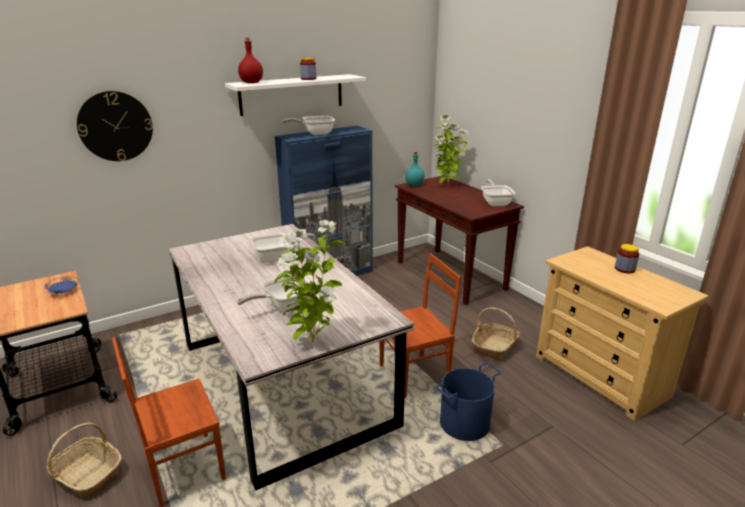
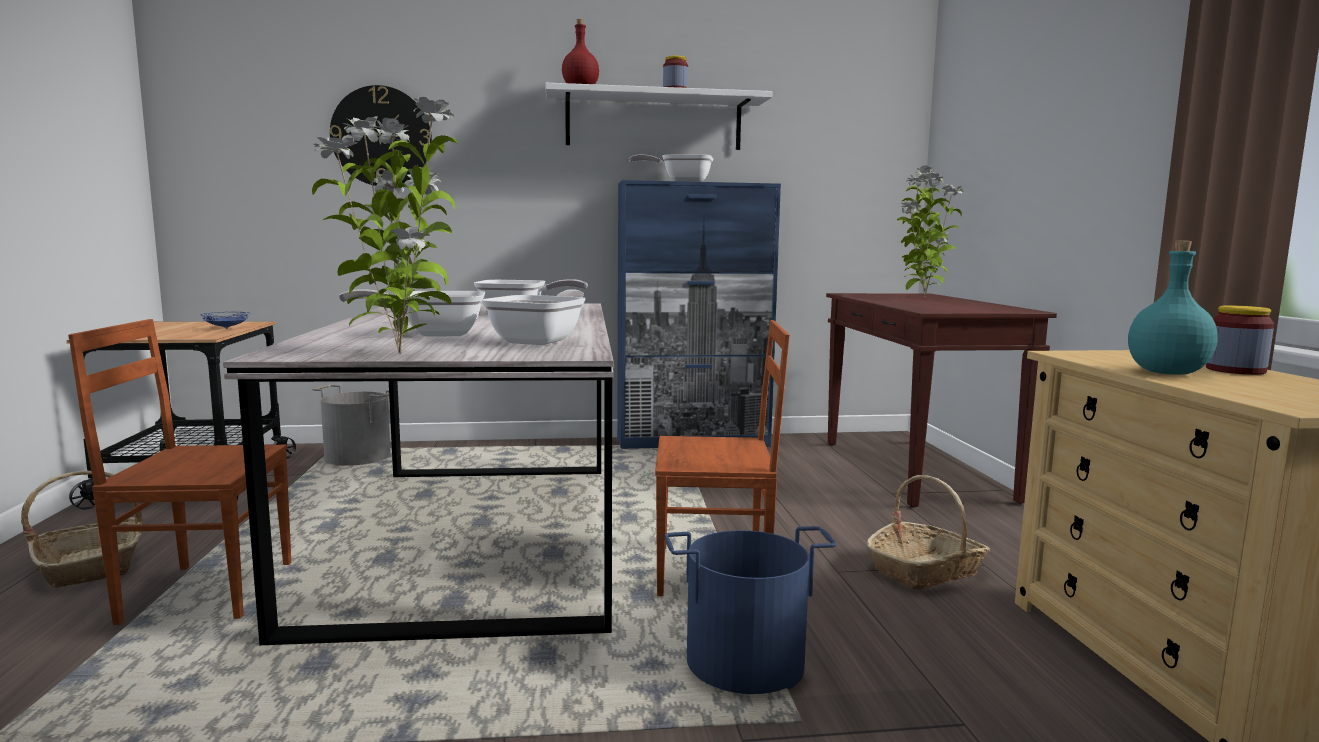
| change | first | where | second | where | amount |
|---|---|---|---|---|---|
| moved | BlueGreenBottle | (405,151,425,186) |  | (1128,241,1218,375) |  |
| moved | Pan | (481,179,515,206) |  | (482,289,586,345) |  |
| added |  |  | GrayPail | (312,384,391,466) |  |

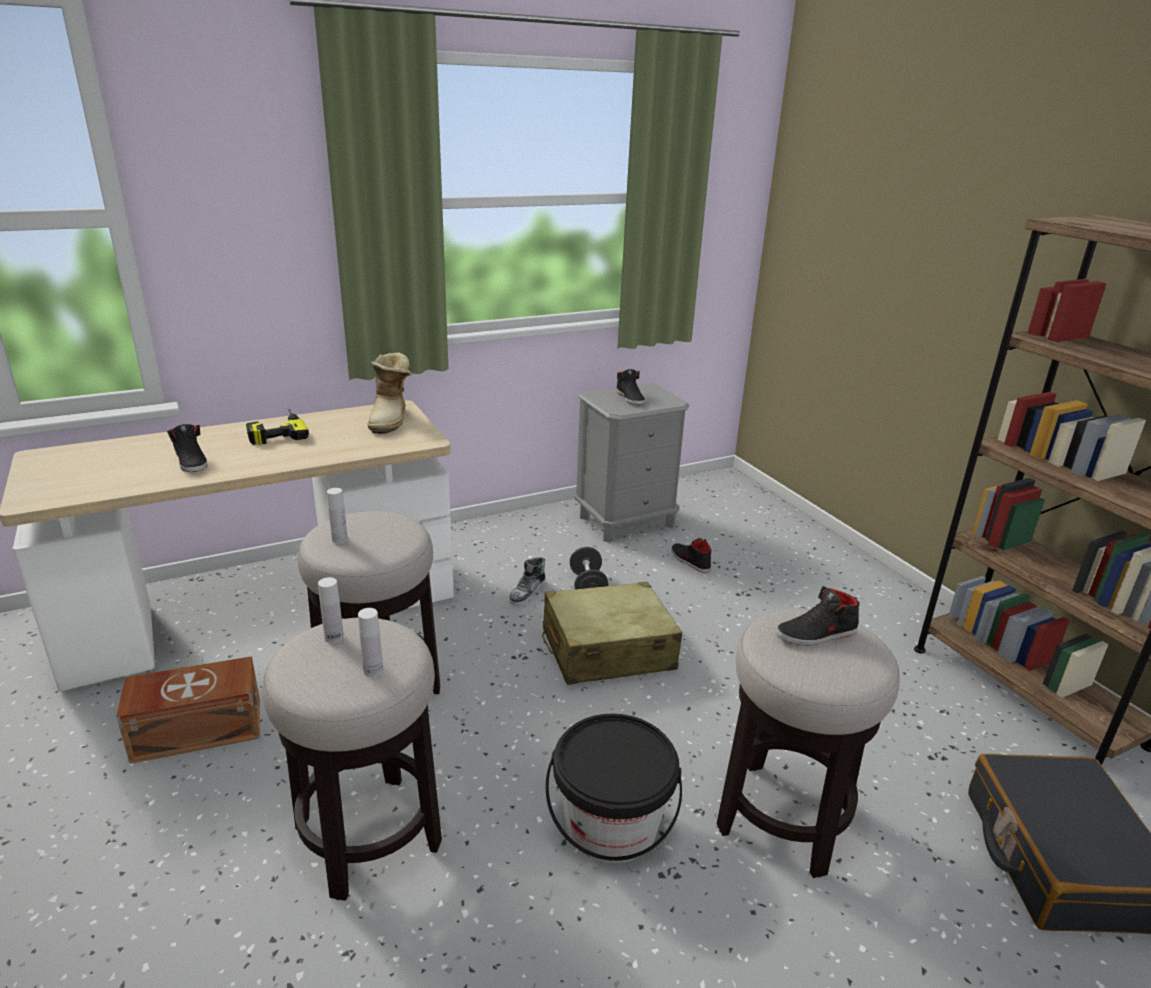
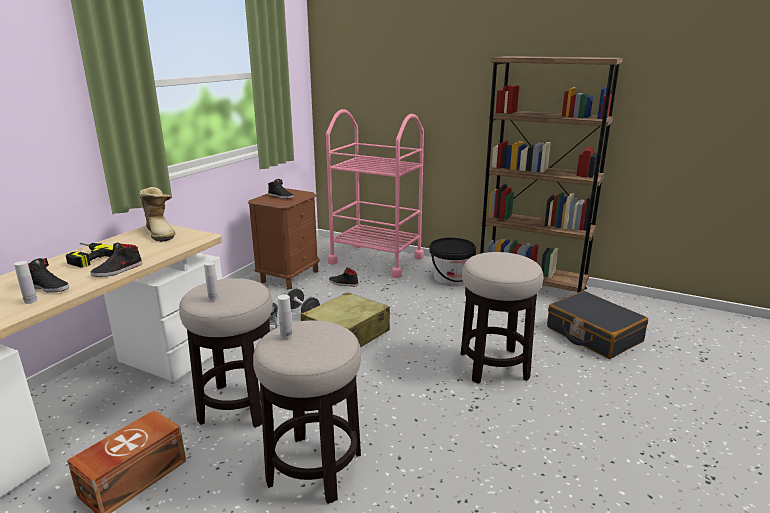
| change | first | where | second | where | amount |
|---|---|---|---|---|---|
| moved | WhiteColouredBottle | (358,608,383,677) |  | (14,261,37,304) |  |
| moved | BlackColouredPail | (546,714,682,863) |  | (429,238,476,285) |  |
| recoloured | GrayNightTable | (574,383,689,543) | BrownColouredNightTable | (248,188,320,289) |  |
| moved | BlackColouredLowShoe | (776,586,860,646) |  | (90,243,142,277) |  |
| added |  |  | PinkishTrolley | (326,109,424,278) |  |

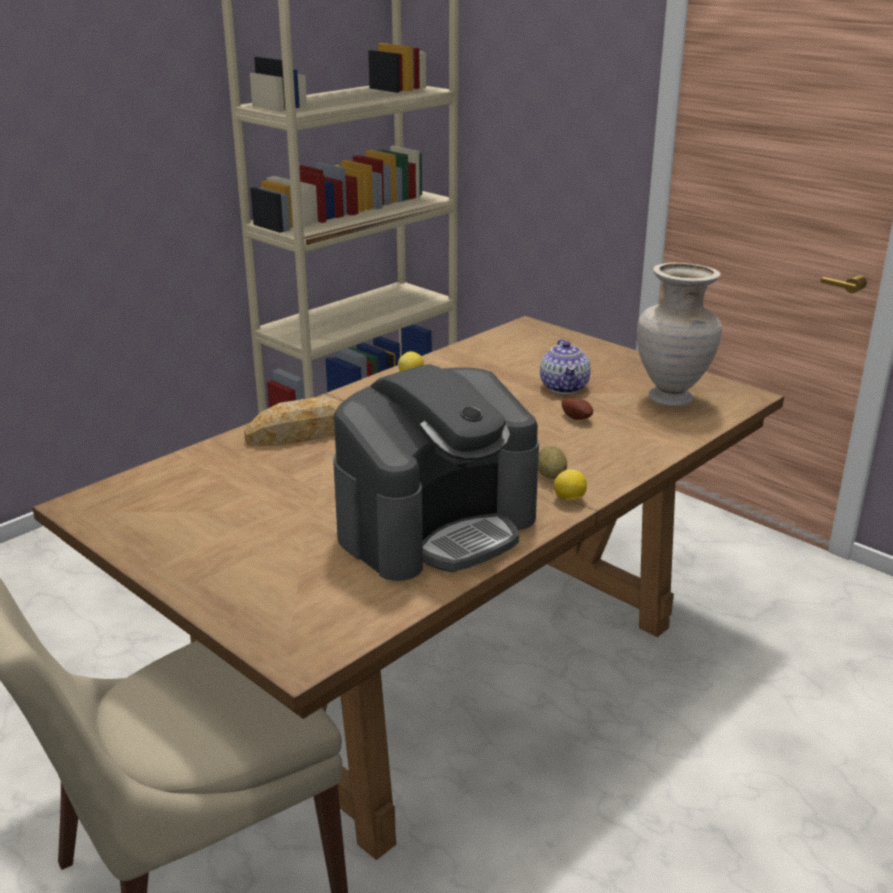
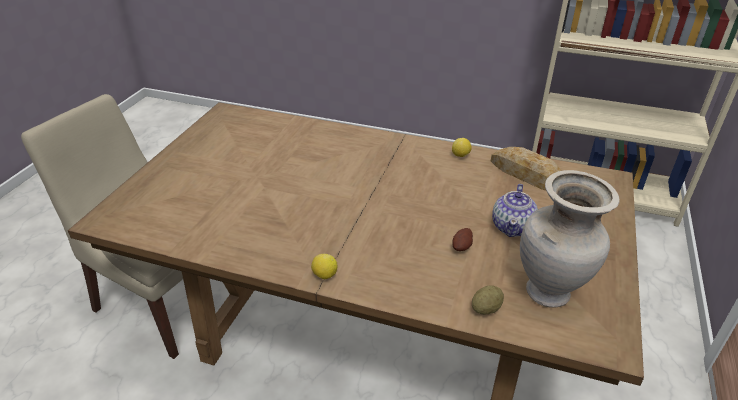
| change | first | where | second | where | amount |
|---|---|---|---|---|---|
| moved | Bread | (244,396,342,446) |  | (491,147,562,191) |  |
| removed | CoffeeMachine | (333,364,539,581) |  |  |  |
| moved | WholePotato | (538,446,567,479) |  | (472,285,504,315) |  |
| turned | Teapot | (540,339,591,394) |  | (492,184,538,237) | 45 degrees counterclockwise |

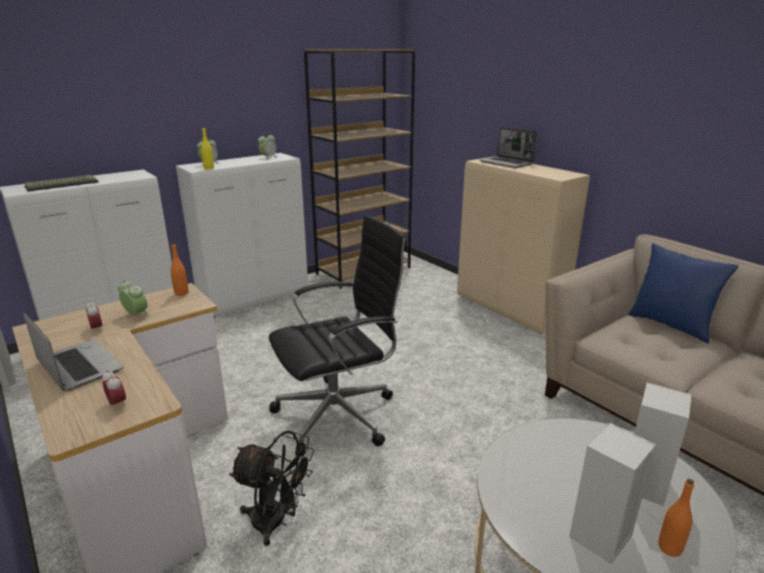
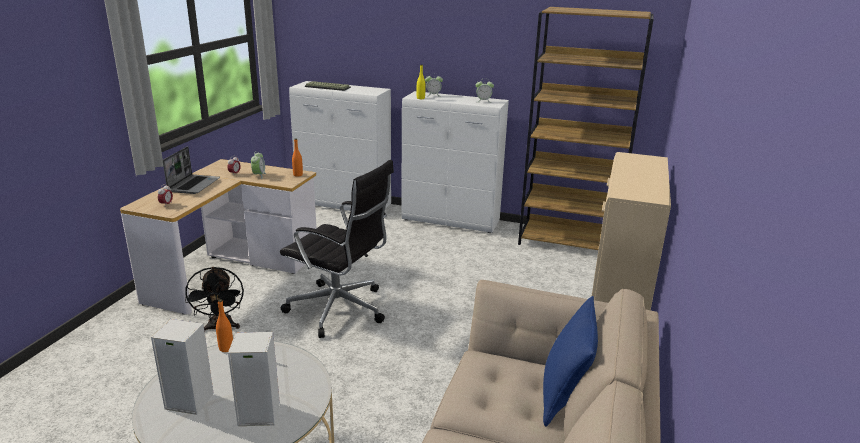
| change | first | where | second | where | amount |
|---|---|---|---|---|---|
| removed | PortableComputer | (479,127,537,168) |  |  |  |
| moved | OrangeBottle | (658,479,694,557) |  | (216,299,233,352) |  |

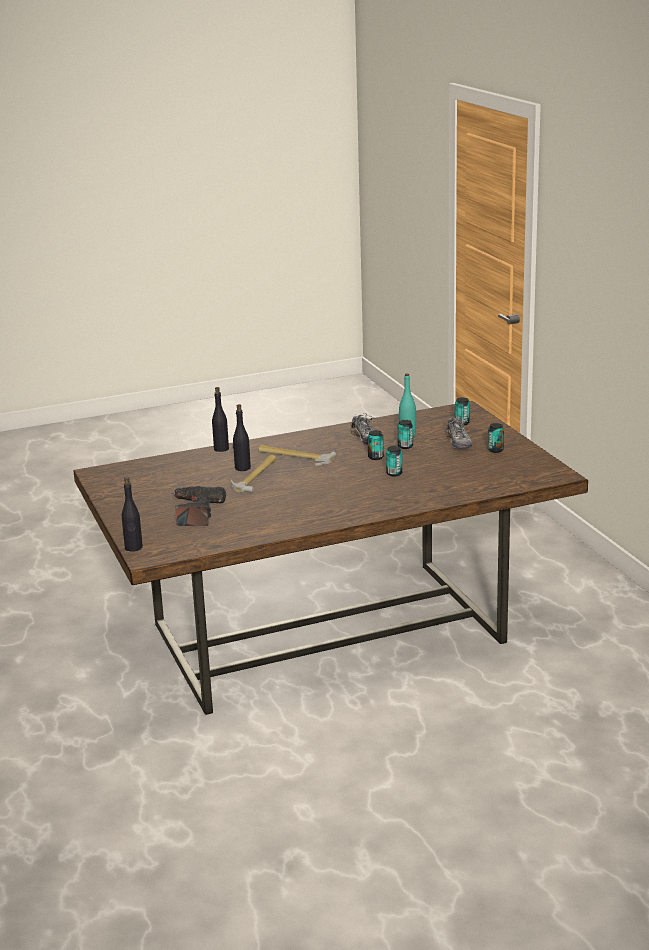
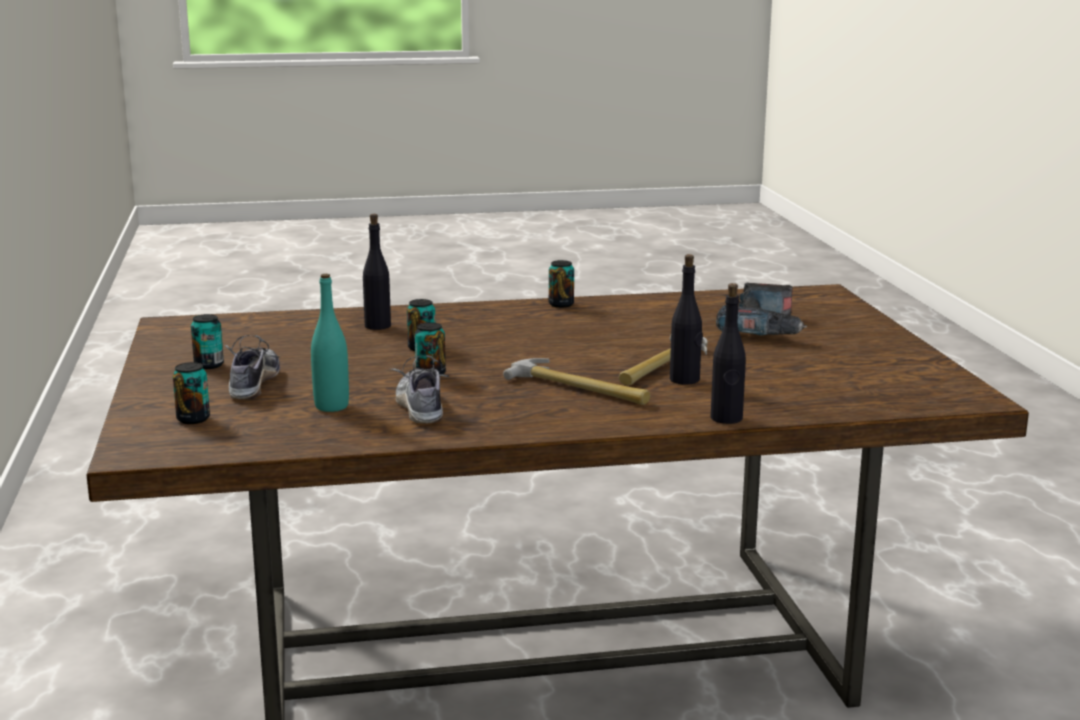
| change | first | where | second | where | amount |
|---|---|---|---|---|---|
| moved | BlackColouredBottle | (122,477,143,551) |  | (363,214,391,330) |  |
| moved | Can | (397,420,413,449) |  | (549,260,574,308) |  |

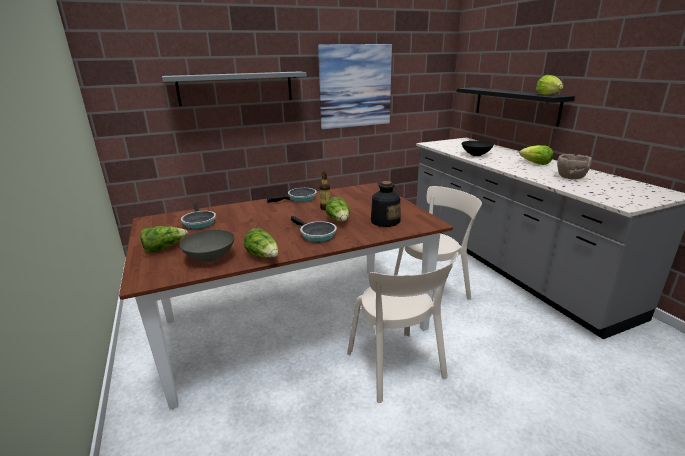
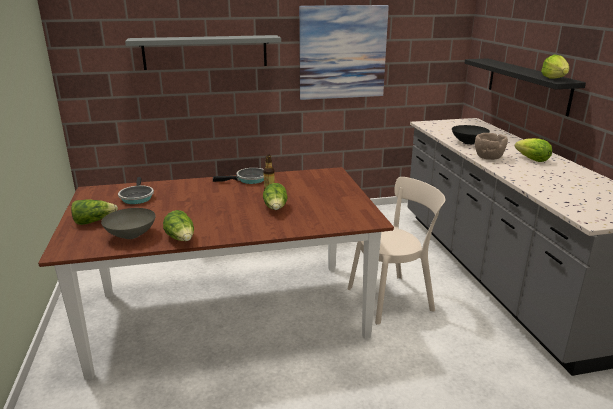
| change | first | where | second | where | amount |
|---|---|---|---|---|---|
| removed | Pan | (291,216,337,242) |  |  |  |
| removed | BeigeColouredChair | (347,252,459,403) |  |  |  |
| removed | Bottle | (371,181,401,227) |  |  |  |
| moved | BrownColouredBowl | (557,154,592,179) |  | (475,133,508,160) |  |

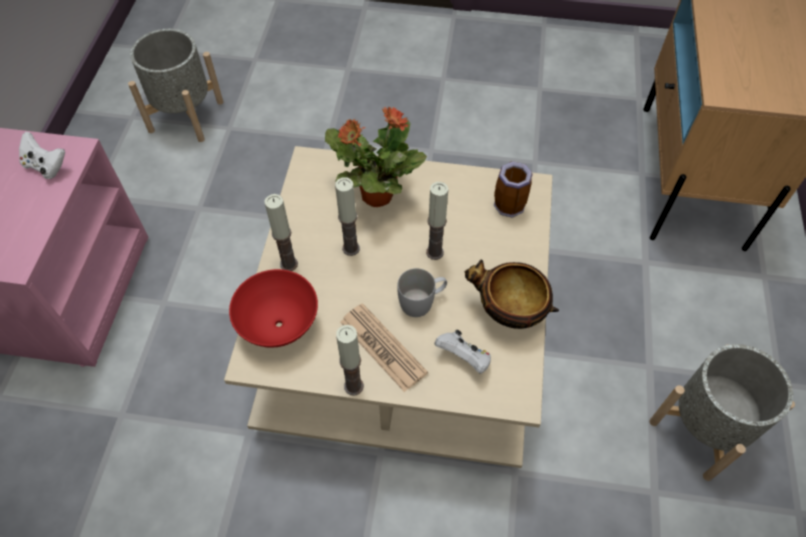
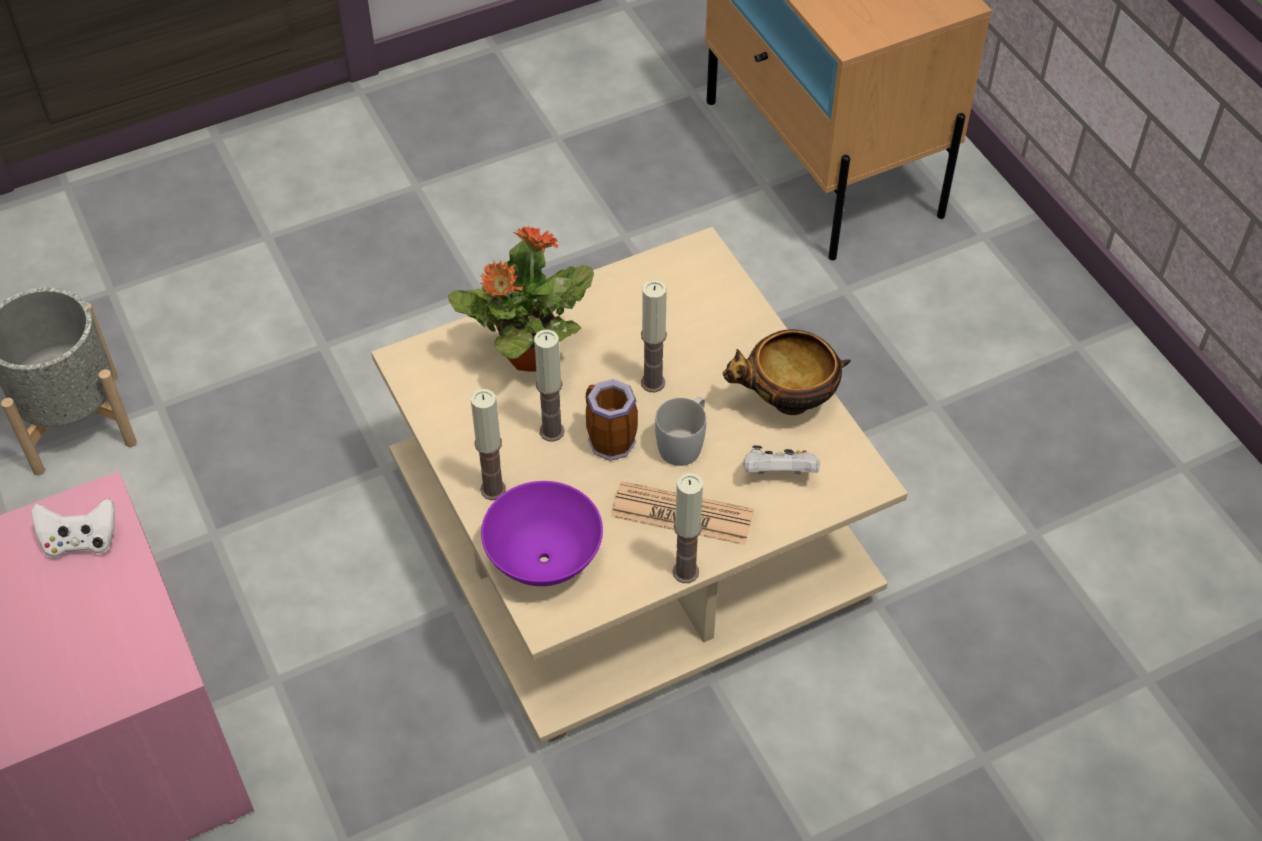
| change | first | where | second | where | amount |
|---|---|---|---|---|---|
| recoloured | RedBowl | (229,269,318,348) | PurplishBowl | (481,481,603,586) |  |
| moved | TeaMug | (494,161,532,218) |  | (586,379,638,461) |  |
| removed | GrayPlantPot | (649,344,795,481) |  |  |  |

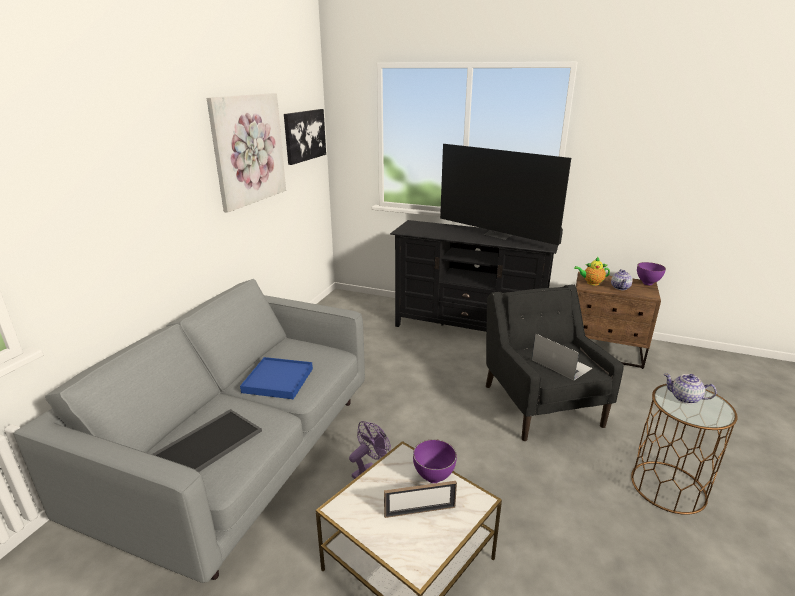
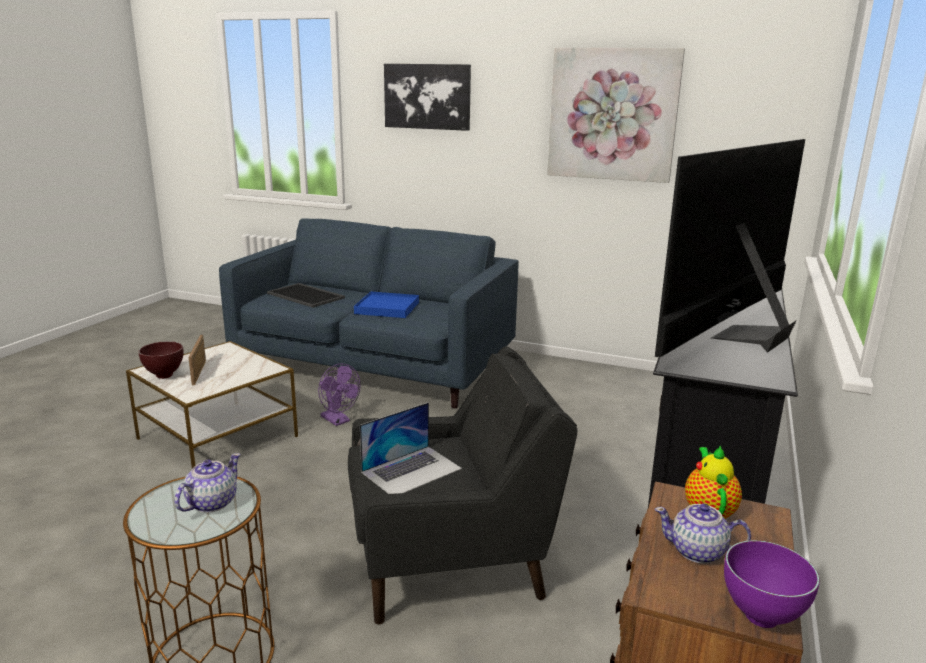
| change | first | where | second | where | amount |
|---|---|---|---|---|---|
| recoloured | GraySofa | (13,279,365,583) | BluishSofa | (219,218,519,408) |  |
| moved | Picture | (284,109,326,165) |  | (384,64,471,131) |  |
| removed | PurplishBowl | (413,439,457,483) |  |  |  |
| added |  |  | BrownColouredBowl | (138,341,183,379) |  |

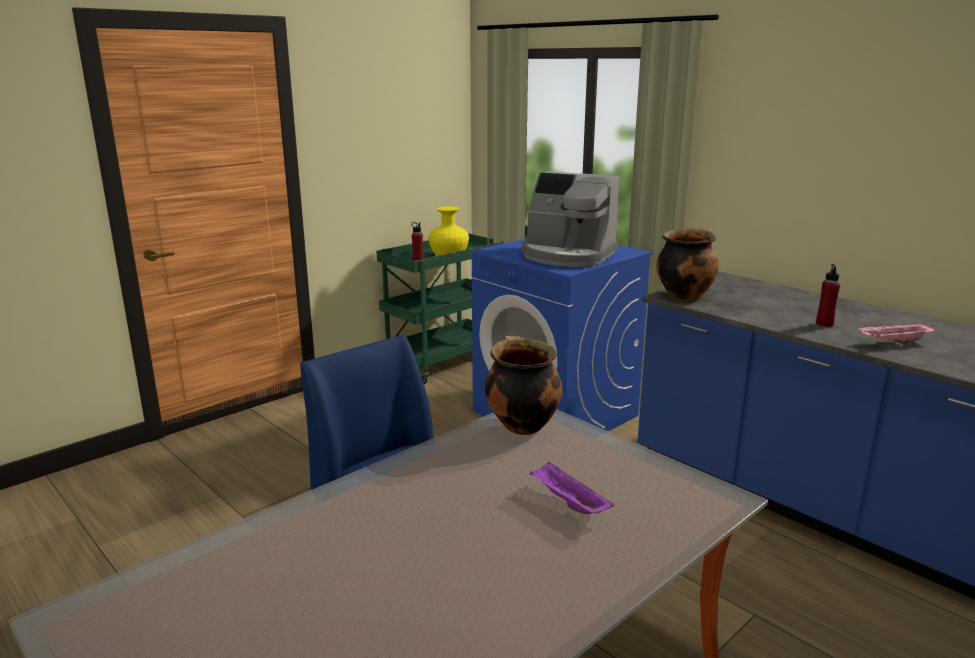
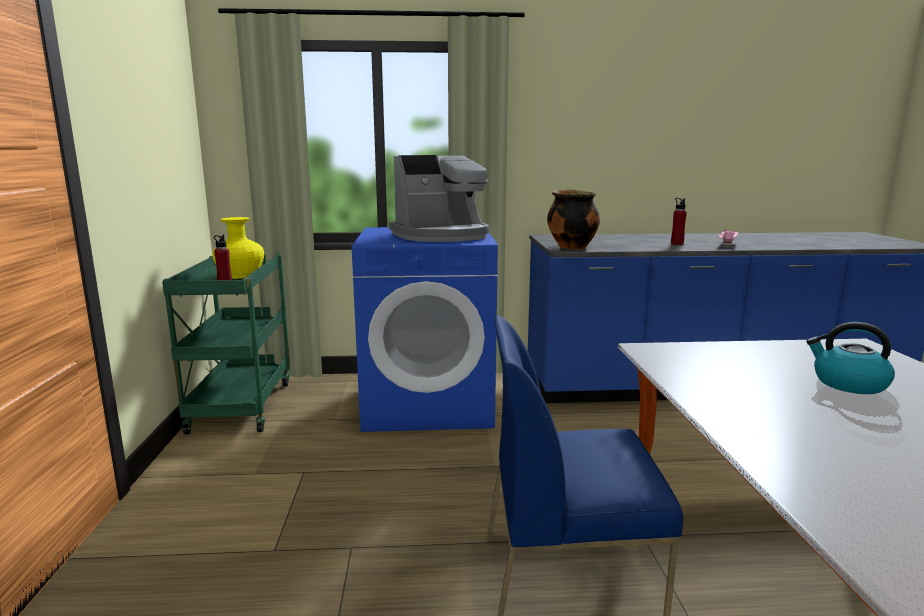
| change | first | where | second | where | amount |
|---|---|---|---|---|---|
| removed | Stockpot | (485,336,562,435) |  |  |  |
| replaced | PurplishTray | (530,461,614,514) | Kettle | (806,322,895,394) |  |

